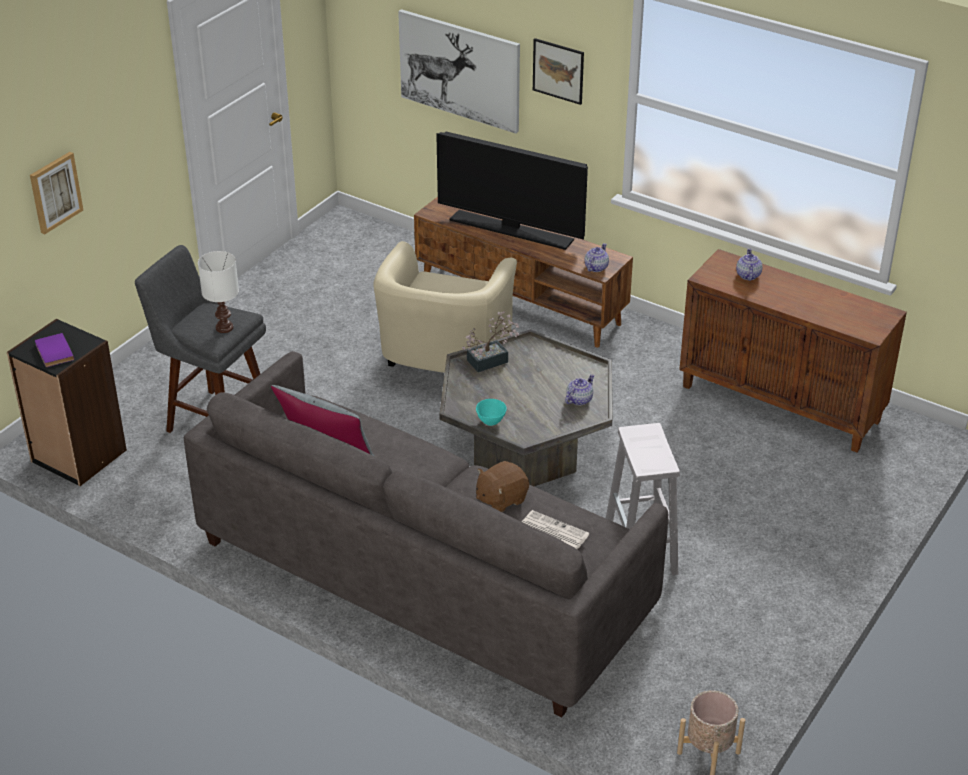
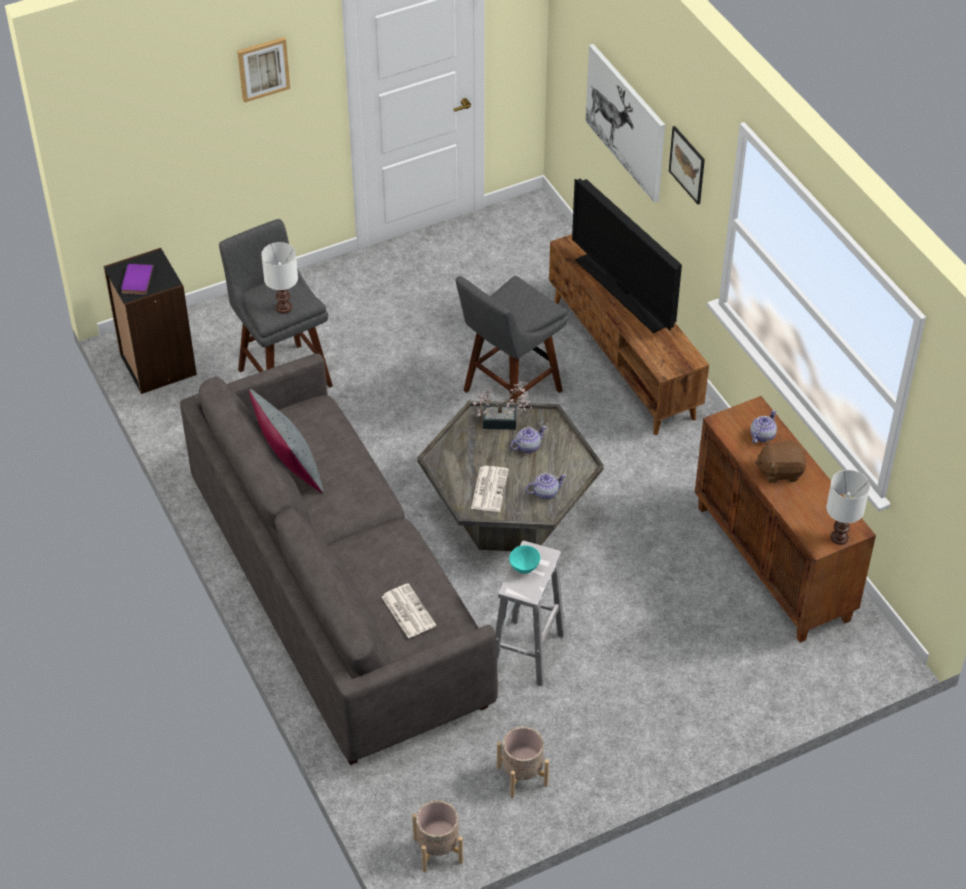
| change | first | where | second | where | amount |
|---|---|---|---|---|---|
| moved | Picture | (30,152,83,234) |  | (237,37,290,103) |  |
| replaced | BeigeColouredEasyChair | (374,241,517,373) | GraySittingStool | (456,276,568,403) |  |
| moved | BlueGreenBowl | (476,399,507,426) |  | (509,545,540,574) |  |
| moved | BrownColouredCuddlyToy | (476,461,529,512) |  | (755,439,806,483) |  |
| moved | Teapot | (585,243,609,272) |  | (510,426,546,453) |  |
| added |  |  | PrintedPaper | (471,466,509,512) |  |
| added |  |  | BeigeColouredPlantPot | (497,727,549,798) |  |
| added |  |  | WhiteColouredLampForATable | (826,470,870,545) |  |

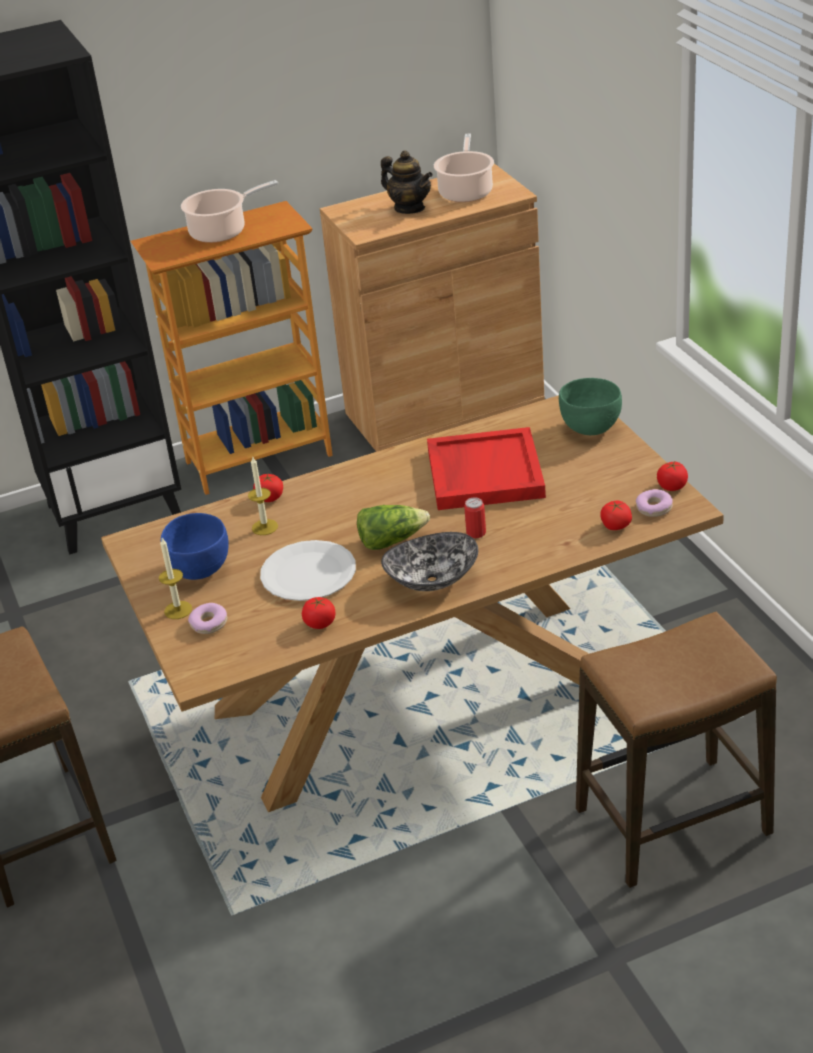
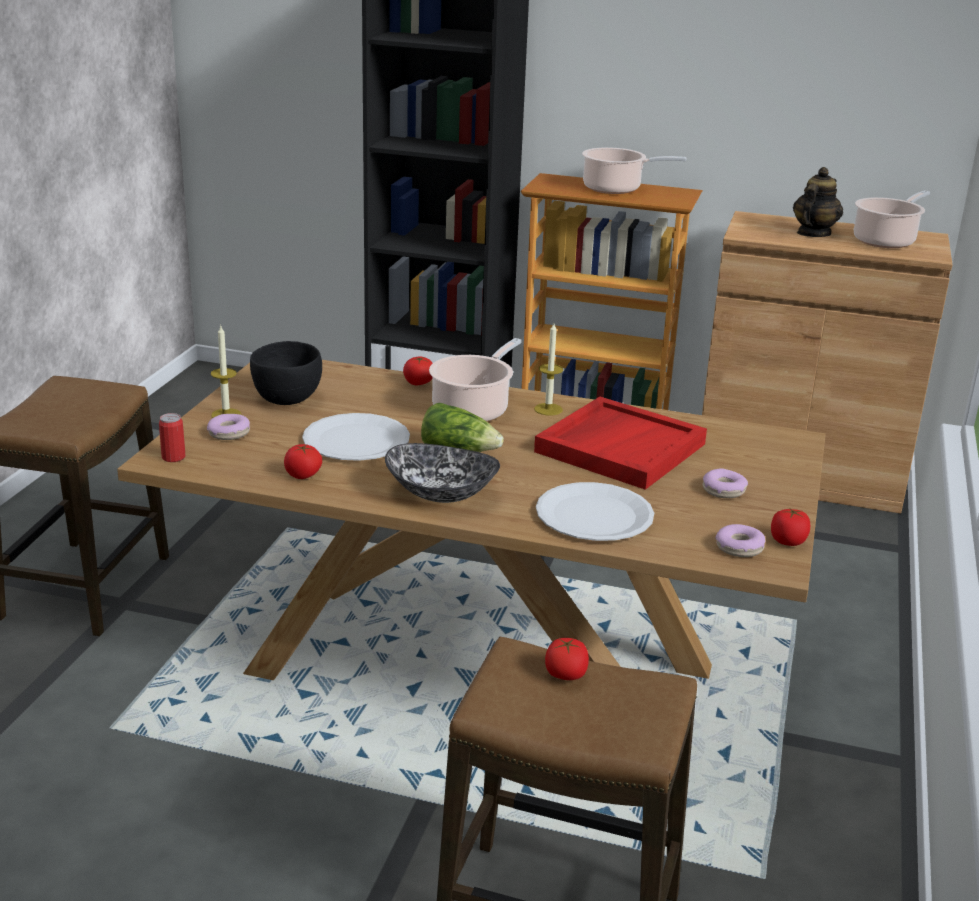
| change | first | where | second | where | amount |
|---|---|---|---|---|---|
| recoloured | BluishBowl | (161,513,229,580) | BlackColouredBowl | (250,341,322,405) |  |
| moved | Candle | (248,457,278,535) |  | (534,323,563,416) |  |
| turned | Teapot | (381,150,433,214) |  | (793,167,843,237) | 135 degrees counterclockwise |
| moved | Can | (464,497,486,538) |  | (159,413,185,462) |  |
| removed | GreenishBowl | (559,378,622,435) |  |  |  |
| moved | Tomato | (600,501,632,530) |  | (545,638,589,680) |  |
| added |  |  | Stockpot | (429,338,522,421) |  |
| added |  |  | WhiteColouredPlate | (536,482,654,541) |  |
| added |  |  | Doughnut | (703,468,748,498) |  |

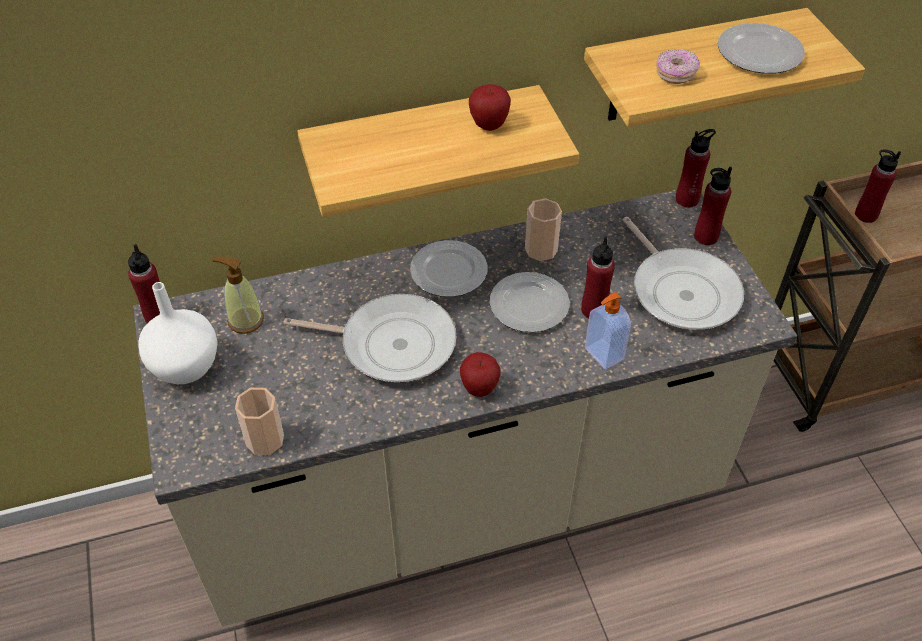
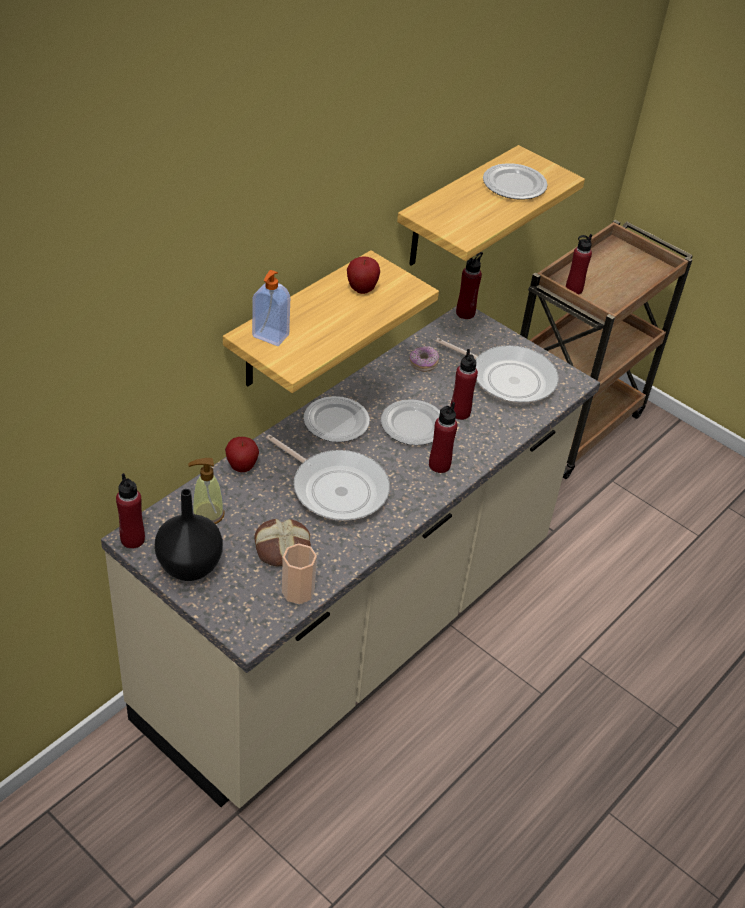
| change | first | where | second | where | amount |
|---|---|---|---|---|---|
| recoloured | WhiteColouredFlowerVase | (138,282,218,384) | BlackColouredFlowerVase | (154,489,223,581) |  |
| turned | Pan | (283,294,456,382) |  | (266,434,390,521) | 60 degrees clockwise |
| moved | Apple | (460,352,501,397) |  | (225,437,259,472) |  |
| removed | Cup | (525,199,562,261) |  |  |  |
| moved | SoapDispenser | (585,292,631,370) |  | (252,270,290,346) |  |
| moved | Doughnut | (656,49,700,84) |  | (410,346,439,372) |  |
| moved | RedBottle | (694,167,732,245) |  | (429,402,458,473) |  |
| added |  |  | Bread | (254,519,311,566) |  |

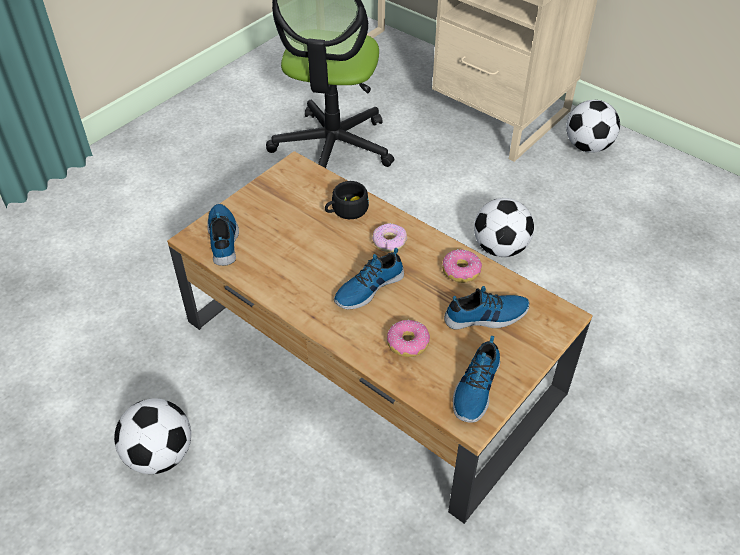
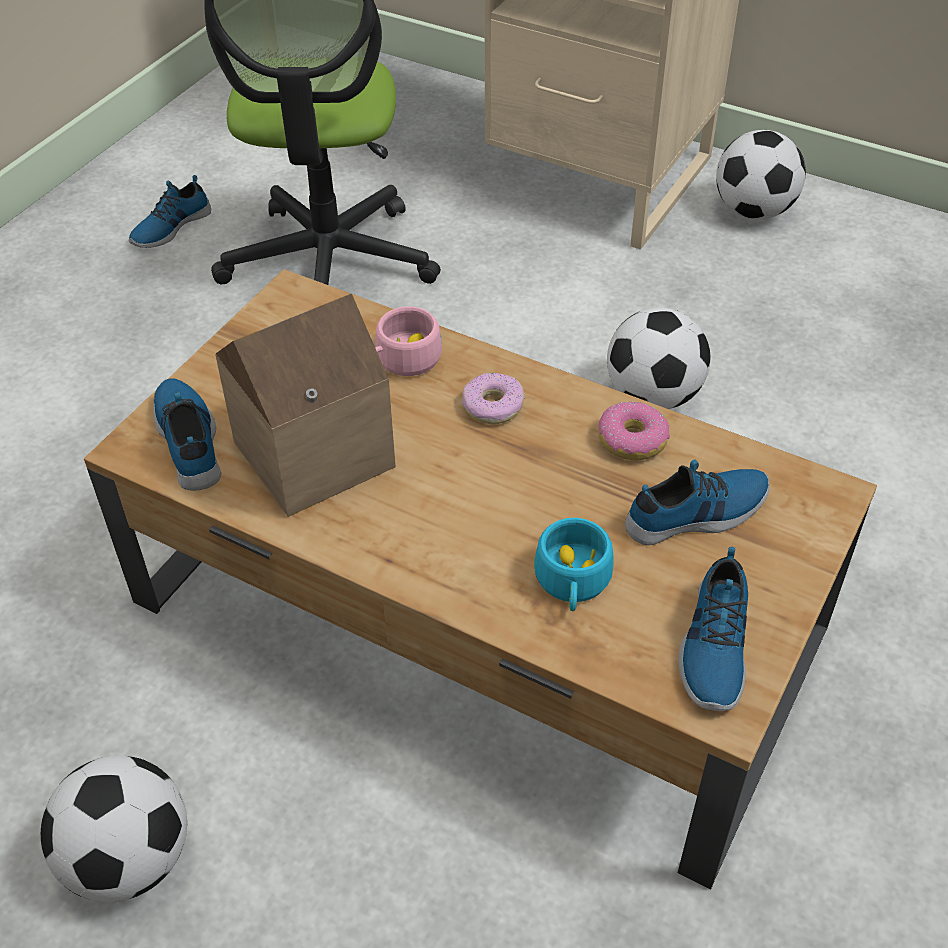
| change | first | where | second | where | amount |
|---|---|---|---|---|---|
| recoloured | BlackColouredCup | (325,181,369,219) | PinkishCup | (375,306,442,376) |  |
| moved | LowShoe | (334,248,404,309) |  | (129,175,211,248) |  |
| replaced | Doughnut | (387,320,430,357) | BlueGreenCup | (534,518,614,611) |  |
| added |  |  | ToyHouse | (215,294,396,517) |  |

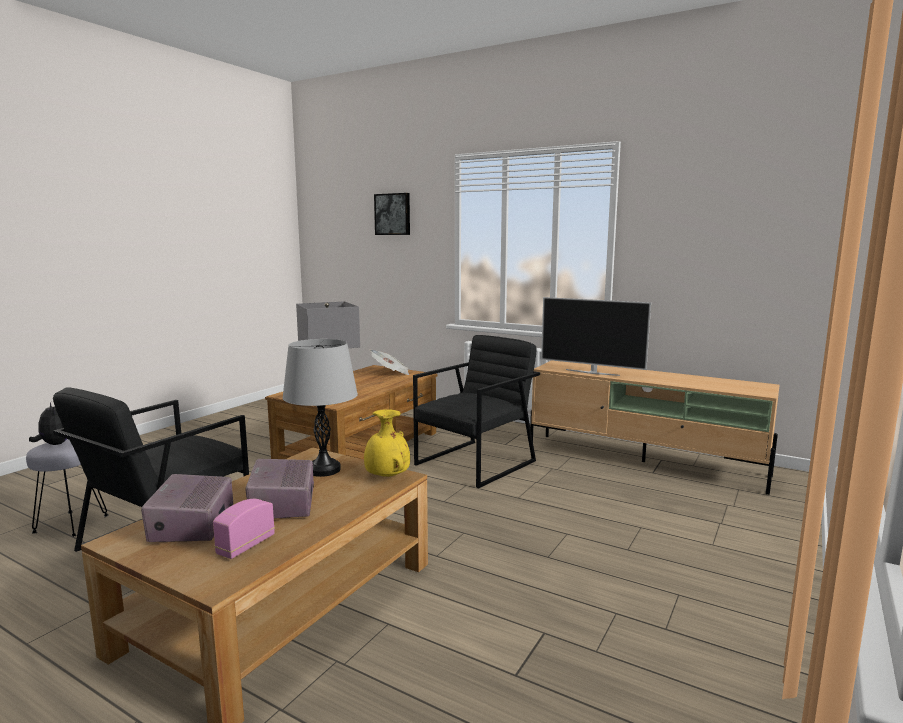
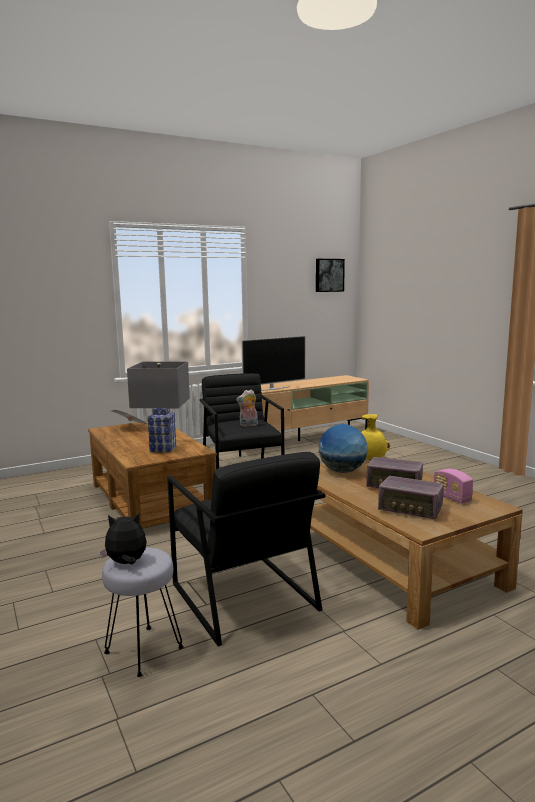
| change | first | where | second | where | amount |
|---|---|---|---|---|---|
| replaced | GrayLampForATable | (282,339,358,477) | WorldGlobe | (319,424,367,473) |  |
| moved | Picture | (374,193,410,235) |  | (316,259,345,292) |  |
| added |  |  | CuddlyToy | (236,390,258,427) |  |

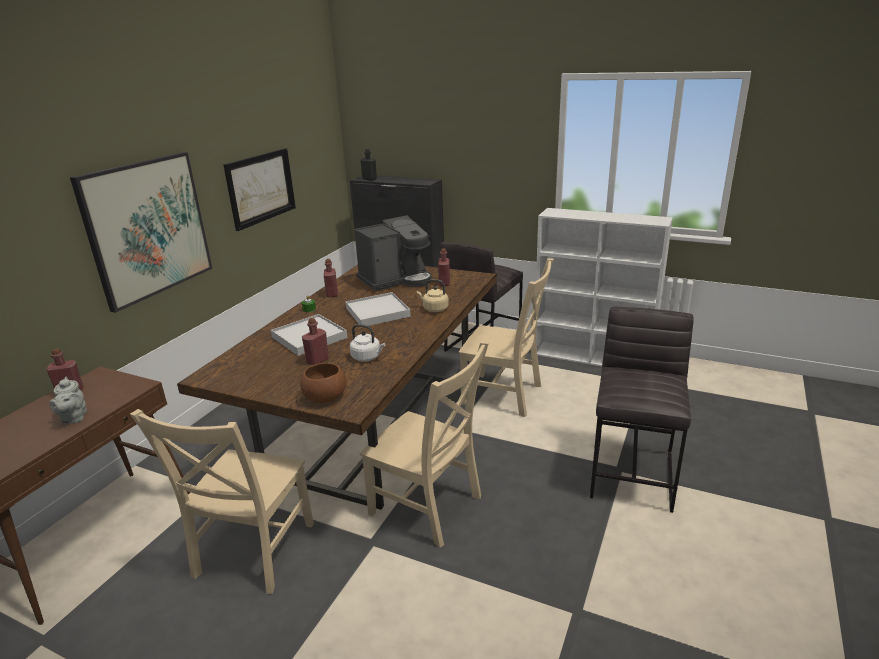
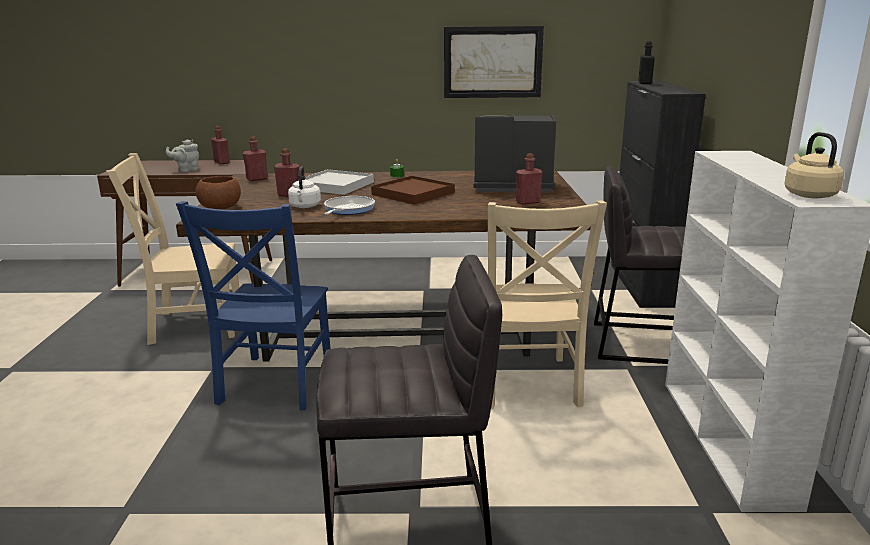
| change | first | where | second | where | amount |
|---|---|---|---|---|---|
| removed | Picture | (70,152,212,313) |  |  |  |
| moved | RedBottle | (324,259,338,297) |  | (243,137,268,181) |  |
| recoloured | WhiteColouredTray | (345,292,411,326) | BrownColouredTray | (371,176,455,205) |  |
| turned | CoffeeMachine | (354,215,432,291) |  | (474,114,556,193) | 150 degrees clockwise |
| recoloured | BeigeColouredChair | (360,341,489,548) | BluishChair | (176,201,331,411) |  |
| moved | BeigeColouredKettle | (417,279,449,312) |  | (784,132,844,198) |  |
| added |  |  | Pan | (324,196,375,215) |  |

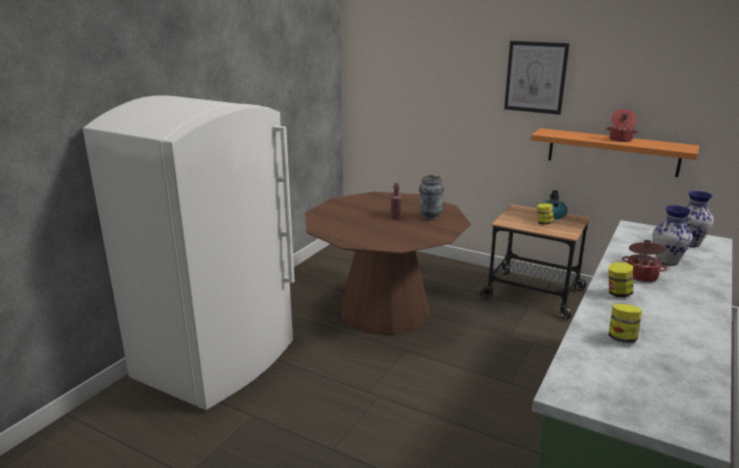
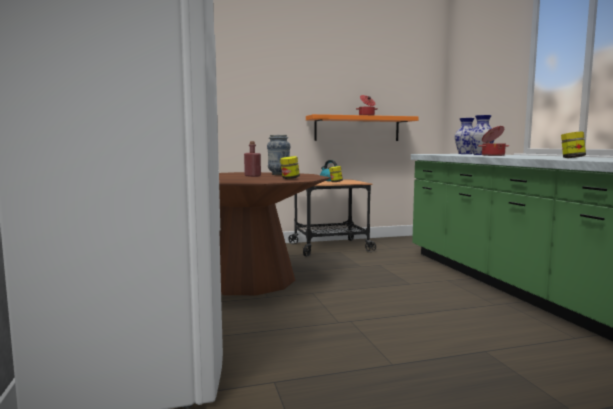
| change | first | where | second | where | amount |
|---|---|---|---|---|---|
| removed | Picture | (504,41,570,115) |  |  |  |
| moved | StorageJar | (608,262,633,297) |  | (280,156,300,179) |  |

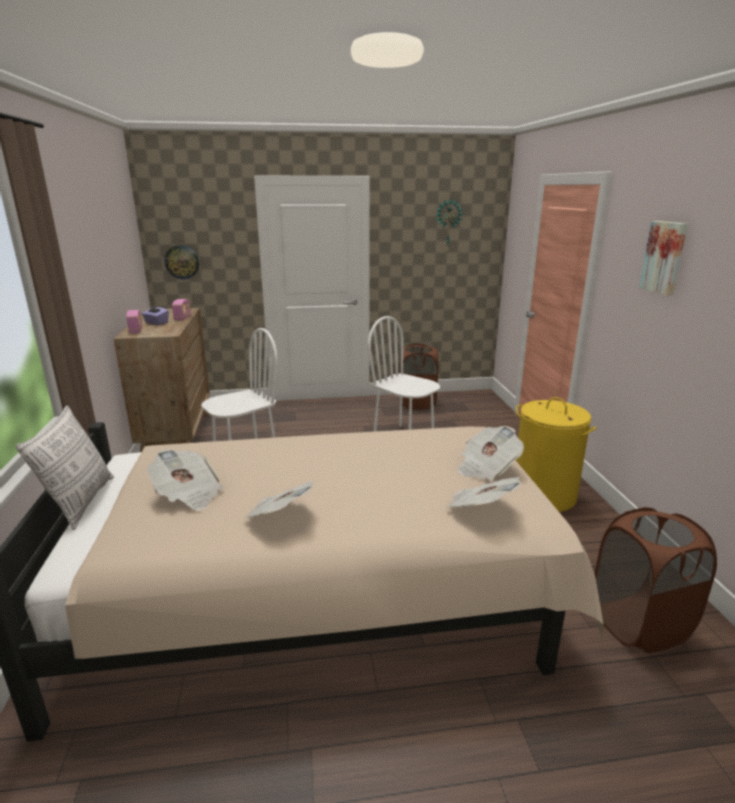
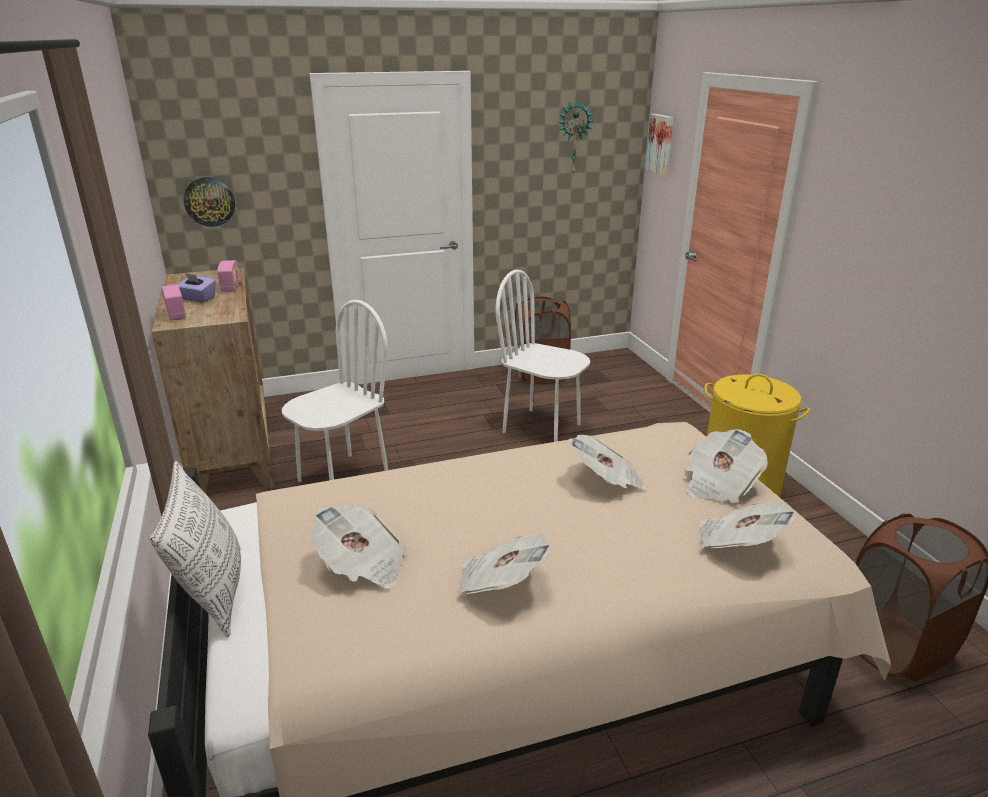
| change | first | where | second | where | amount |
|---|---|---|---|---|---|
| moved | Picture | (639,221,688,296) |  | (645,114,674,175) |  |
| added |  |  | PrintedPaper | (569,435,648,489) |  |

